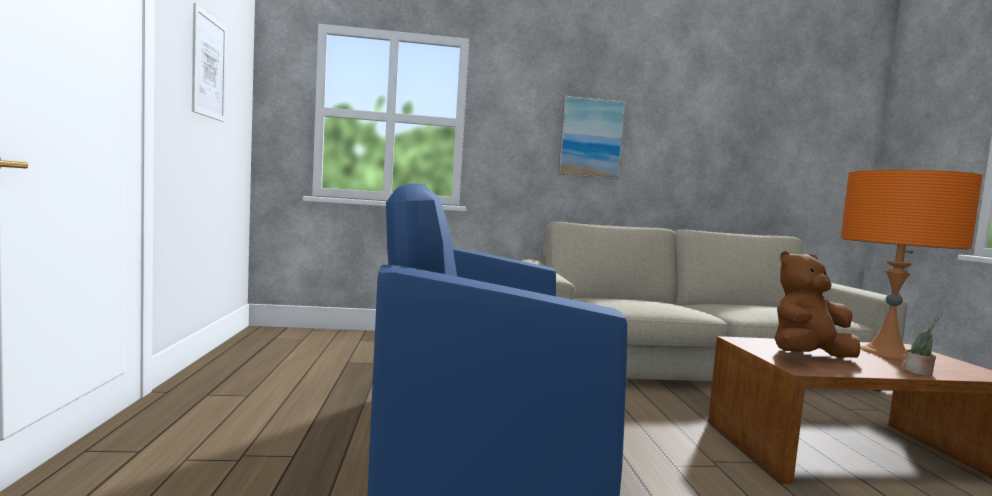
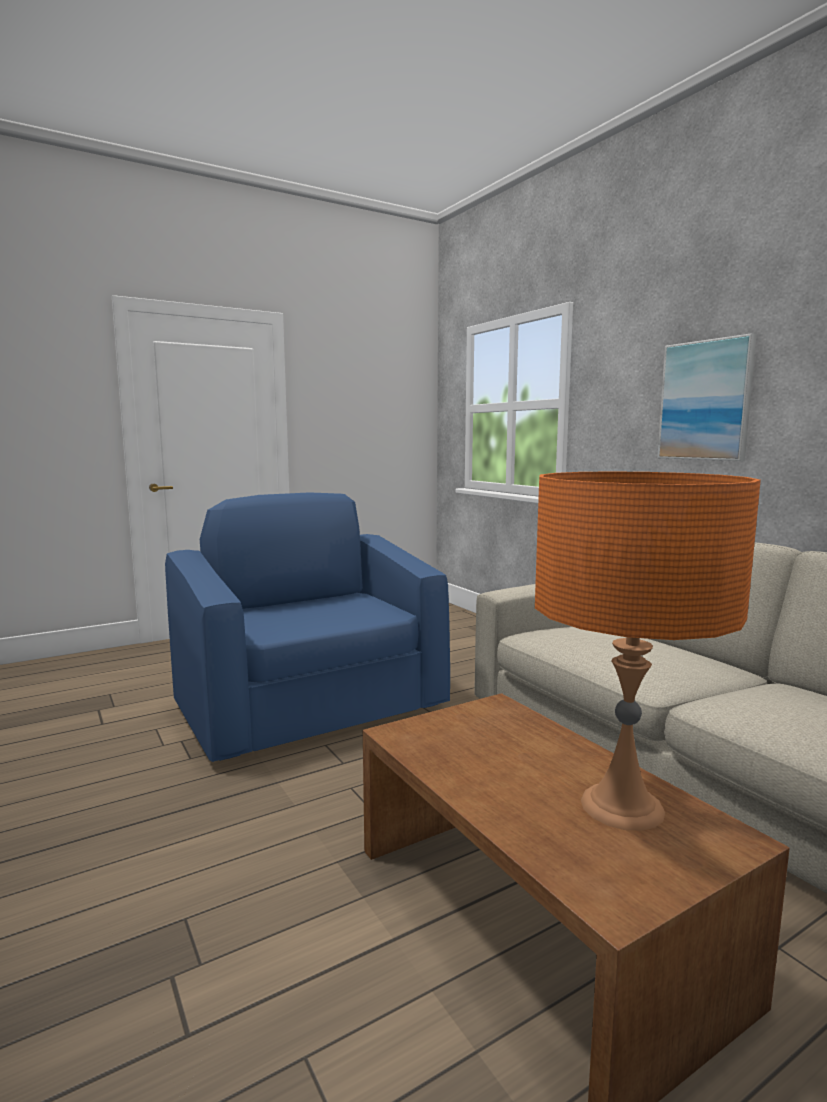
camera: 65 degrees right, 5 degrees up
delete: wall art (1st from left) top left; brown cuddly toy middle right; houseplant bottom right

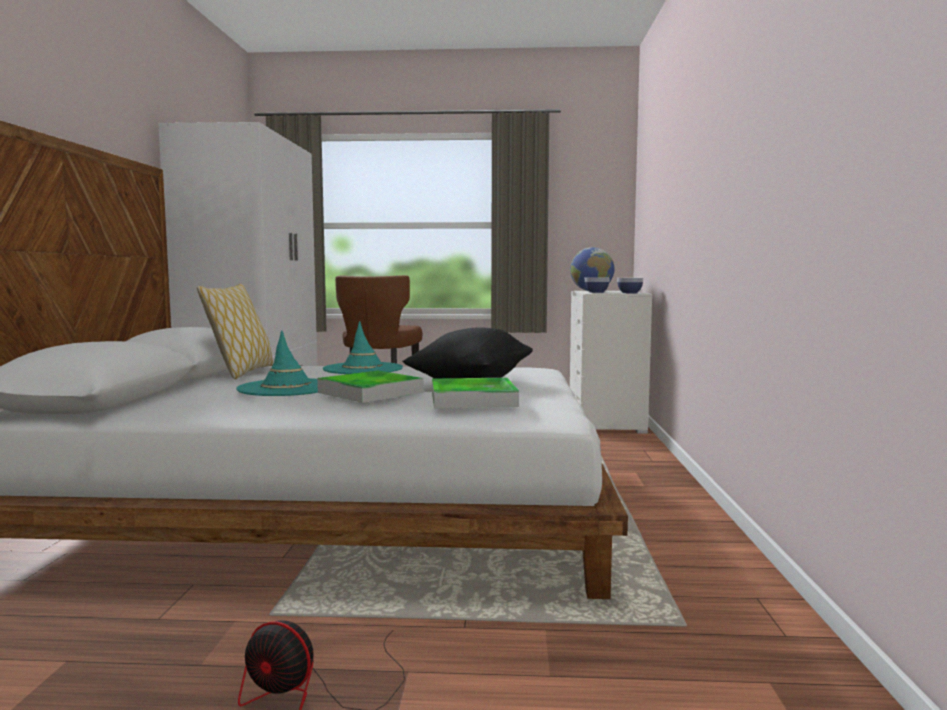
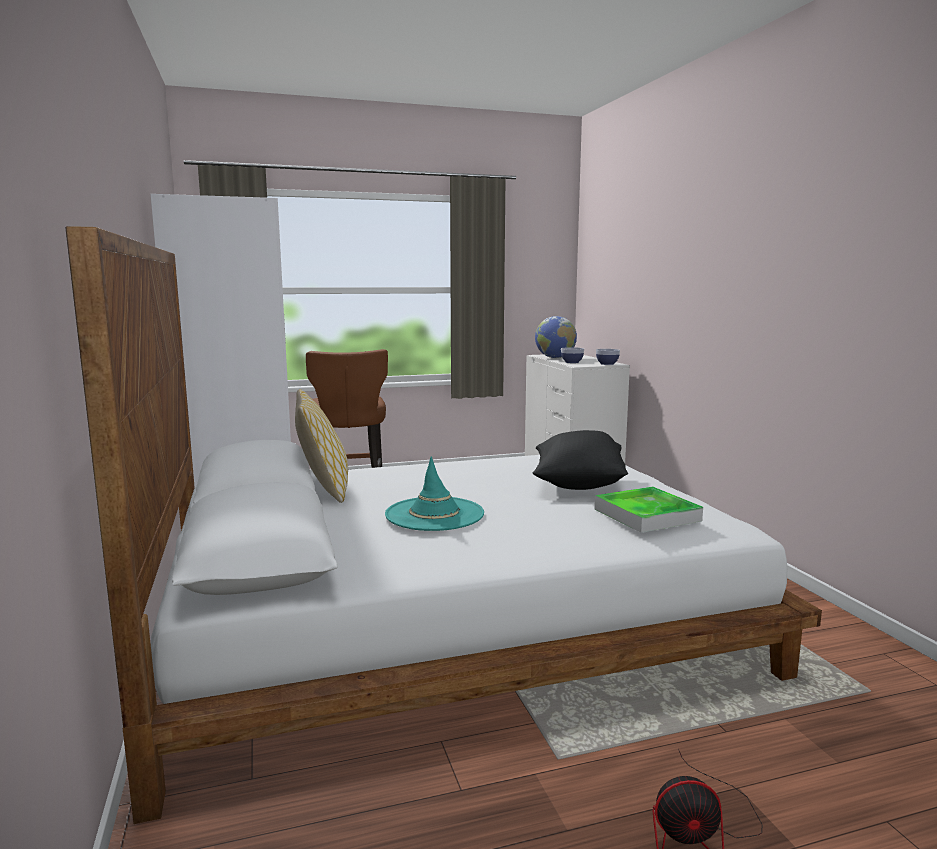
camera: 20 degrees left, 5 degrees up
delete: serving tray (1st from left) centre; turquoise-coloured wearable hat (2nd from left) centre

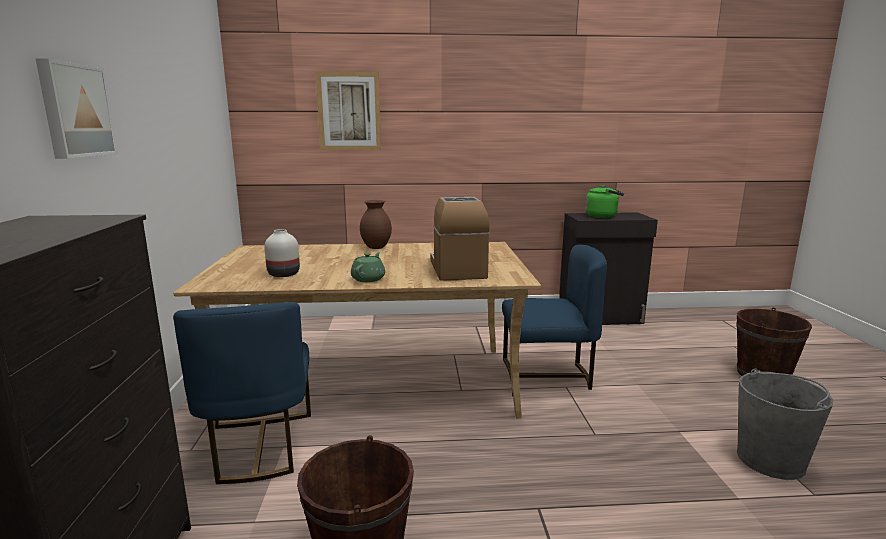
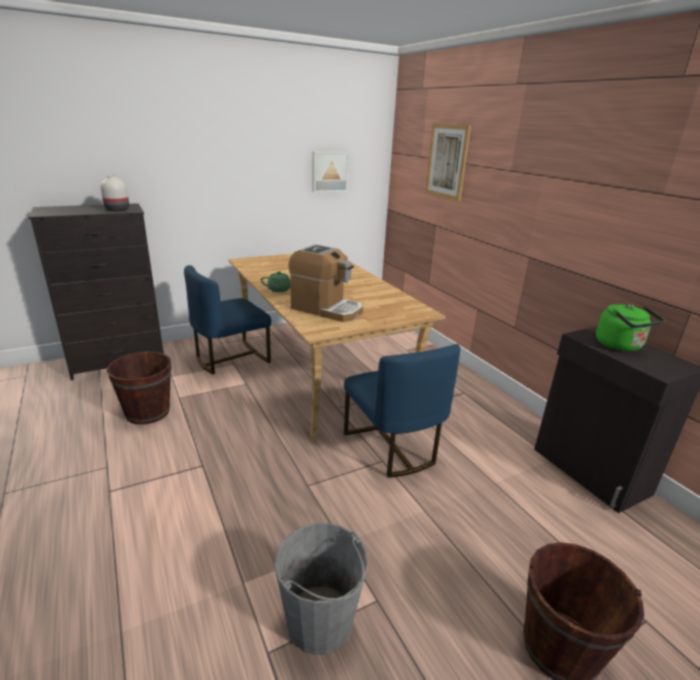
camera: 65 degrees right, 10 degrees up
delete: brown vase centre
move: wall art (1st from left) top left to top centre; whitish vase middle left to top left
rotate: coffee brewer centre = centre 60 degrees clockwise

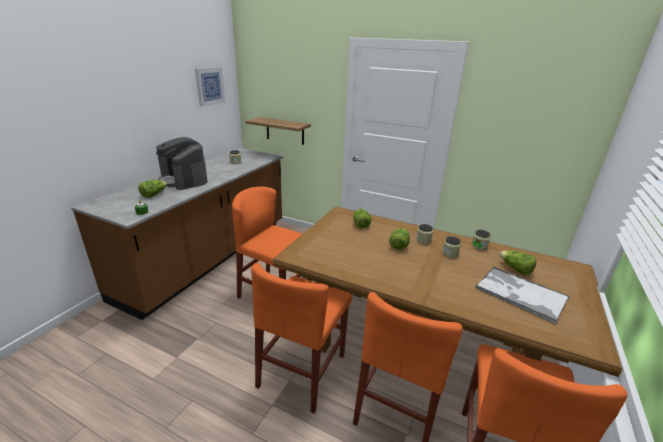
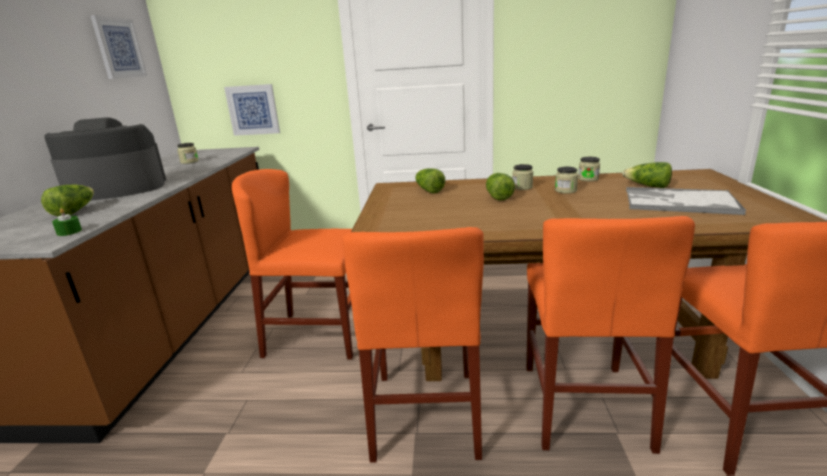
camera: 20 degrees left, 5 degrees down
replace: bracket shelf top centre to wall art (2nd from left) top left
rotate: coffee brewer middle left = middle left 135 degrees clockwise

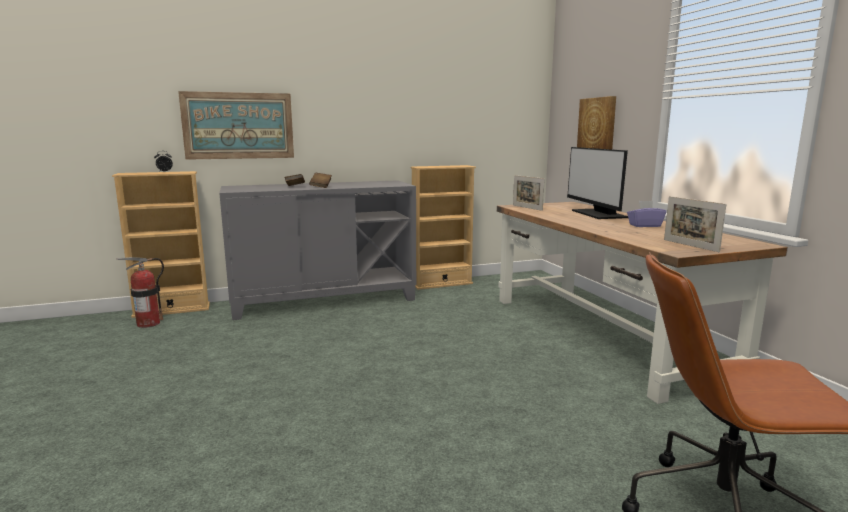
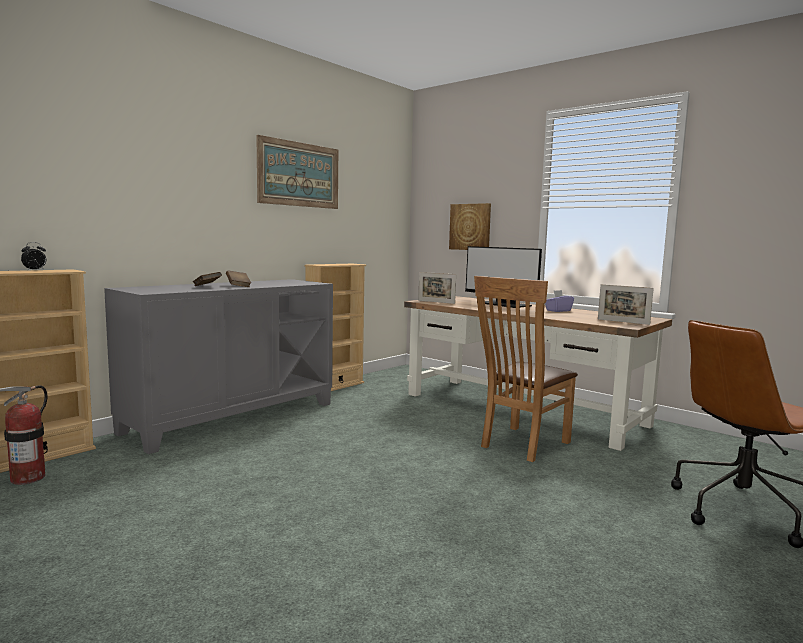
camera: 30 degrees left, 5 degrees down
insert: brown upright chair centre
move: wall art (1st from left) top left to top centre

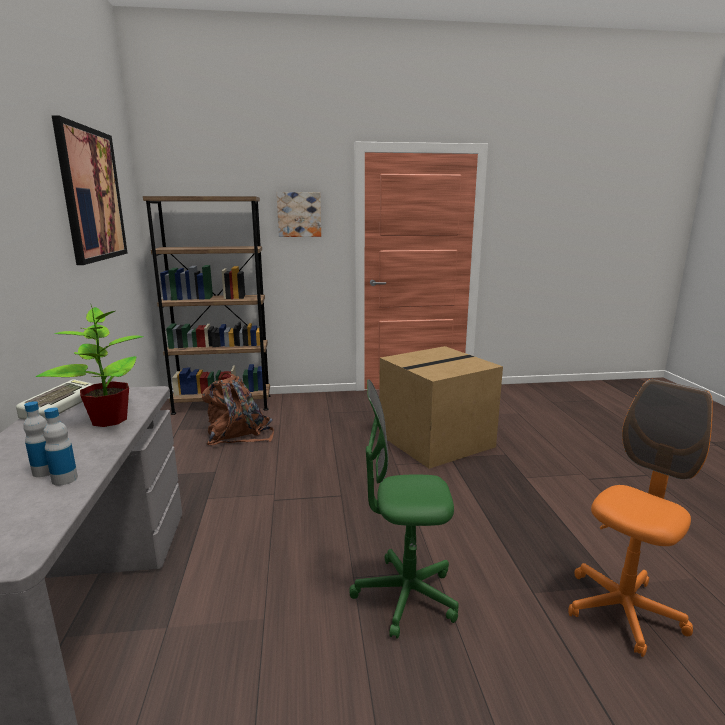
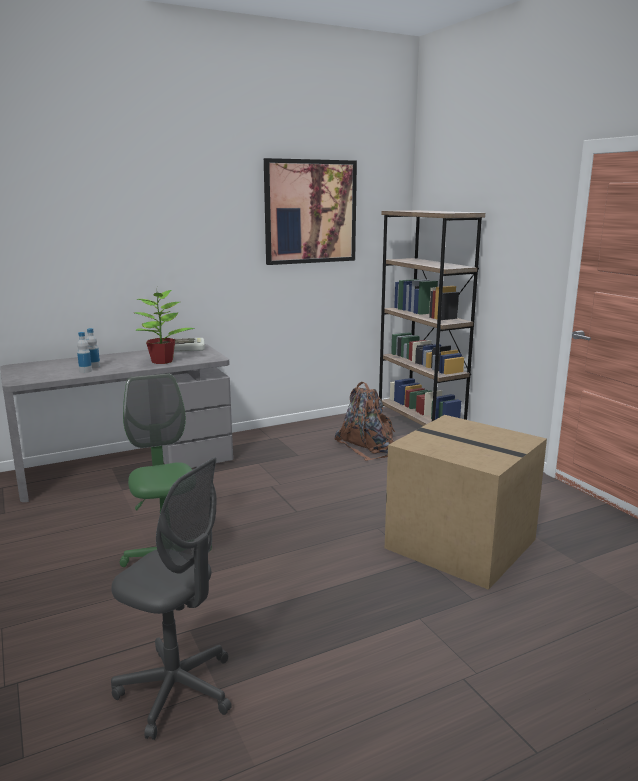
camera: 70 degrees right, 0 degrees up
delete: wall art (2nd from left) top centre
recolor: orangey desk chair bottom right to greyish desk chair bottom left

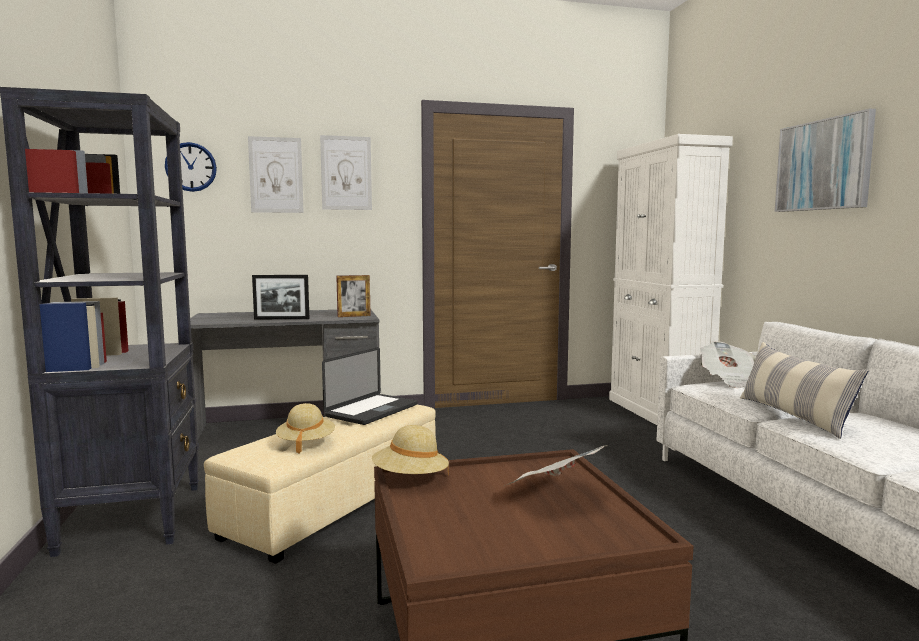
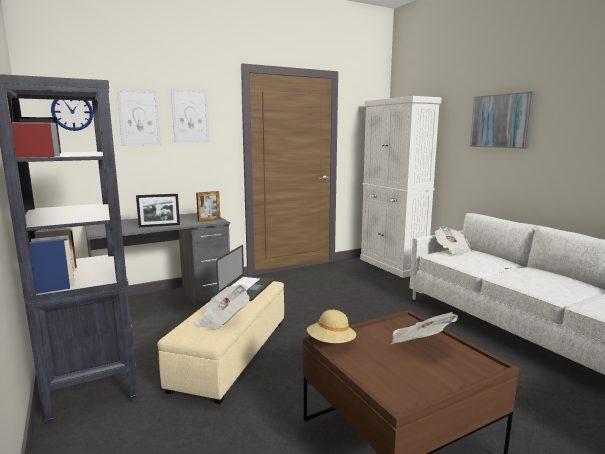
camera: 15 degrees left, 5 degrees up
delete: pillow middle right
replace: beige-coloured wearable hat (1st from left) bottom left to newspaper (1st from left) bottom centre

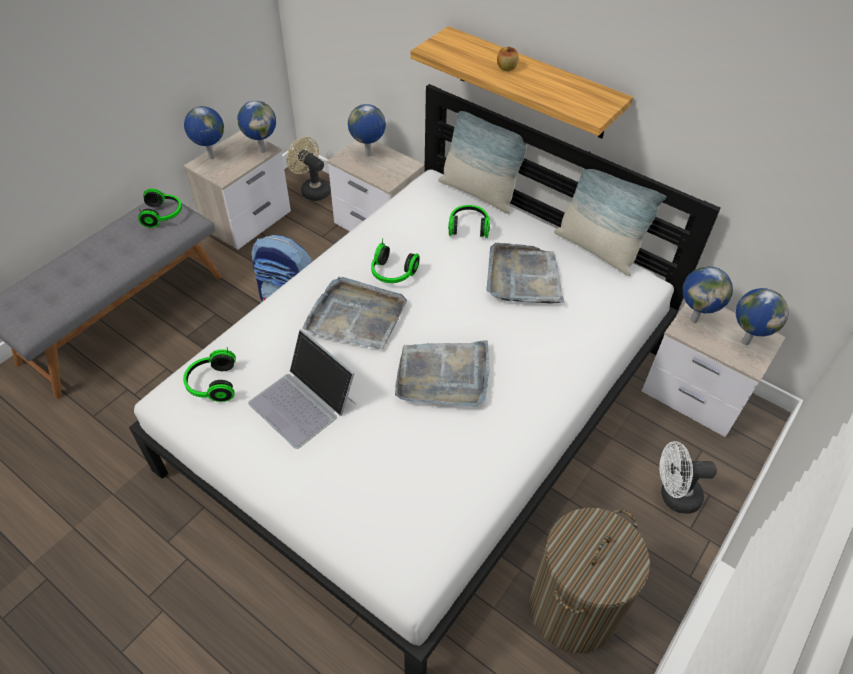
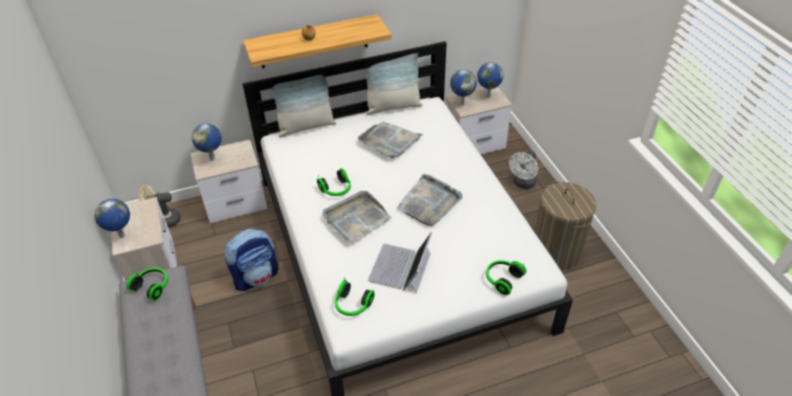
camera: 55 degrees left, 5 degrees down
delete: desk globe (2nd from left) top left
move: headset (4th from left) top centre to bottom centre
rotate: portable computer centre = centre 120 degrees clockwise

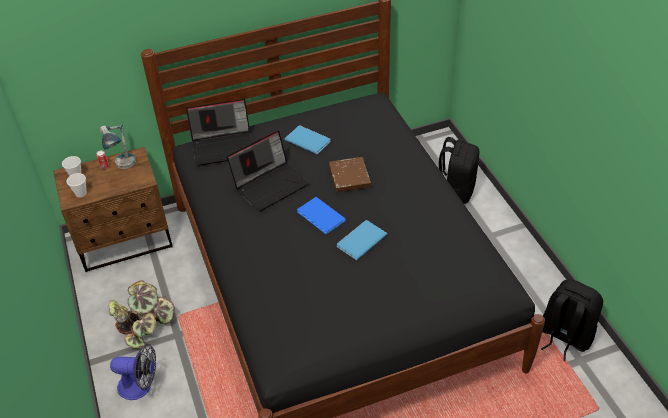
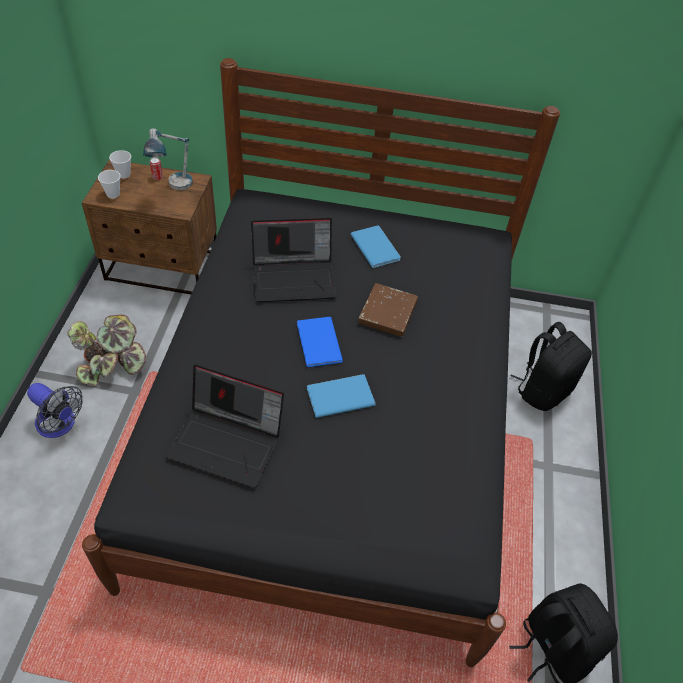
camera: 25 degrees right, 5 degrees up
move: portable computer (1st from left) top left to middle left

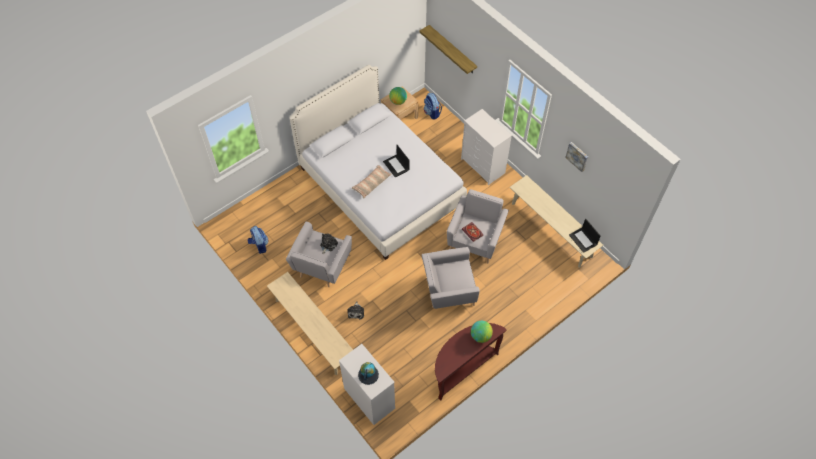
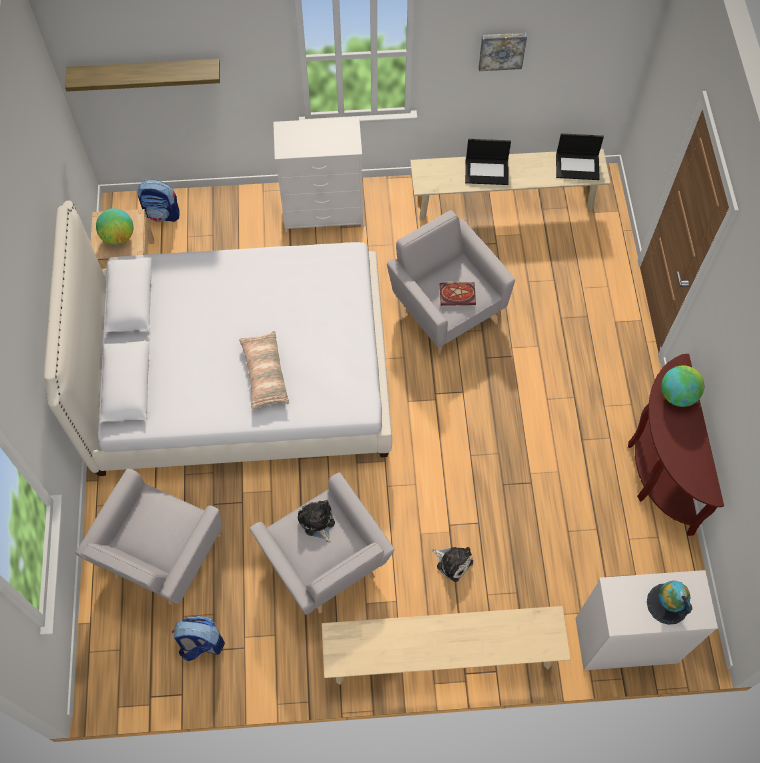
camera: 55 degrees left, 5 degrees up
move: portable computer (1st from left) centre to top centre; greyish armchair (2nd from left in the first image) centre to greyish armchair (1st from left) bottom left

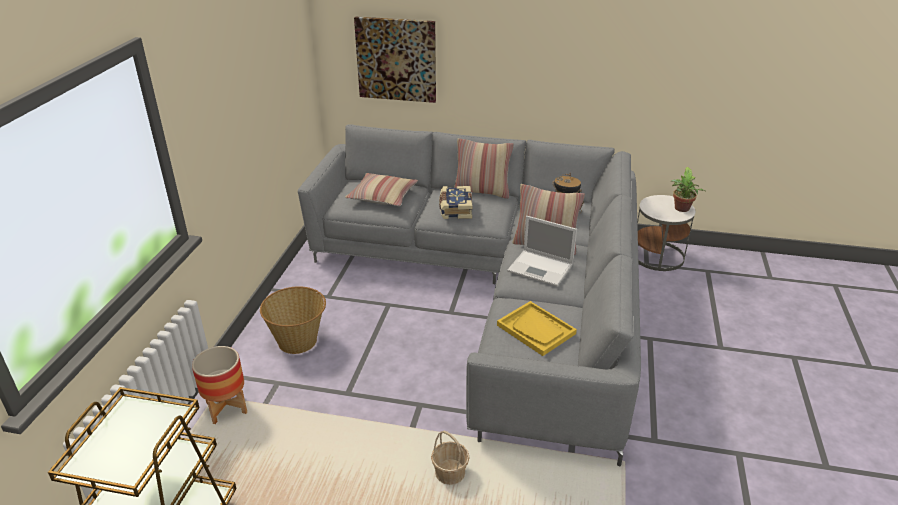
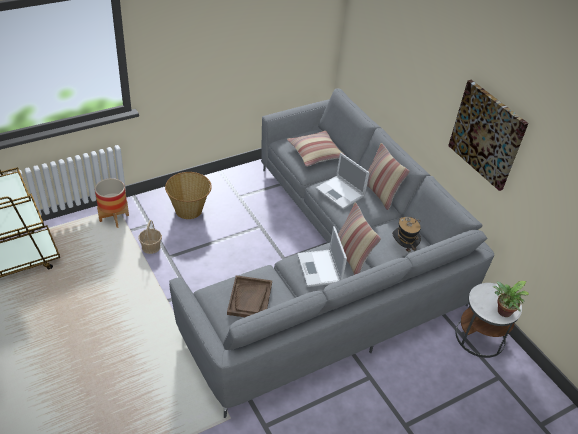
camera: 45 degrees right, 10 degrees up
move: wall art top centre to top right; storage basket (2nd from left in the first image) bottom centre to storage basket (1st from left) middle left
replace: book centre to portable computer (2nd from left) centre
recolor: yellow serving tray centre to brown serving tray bottom centre

